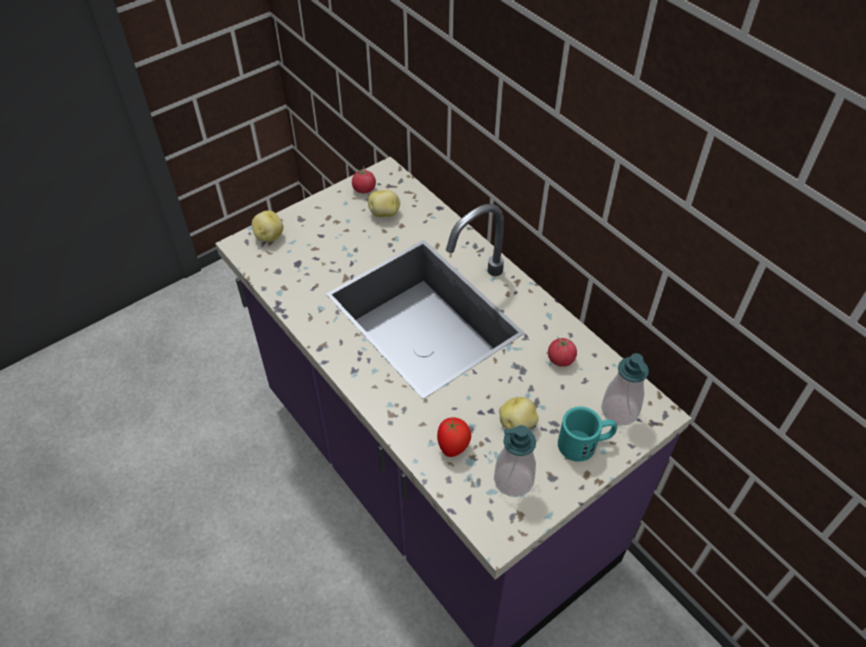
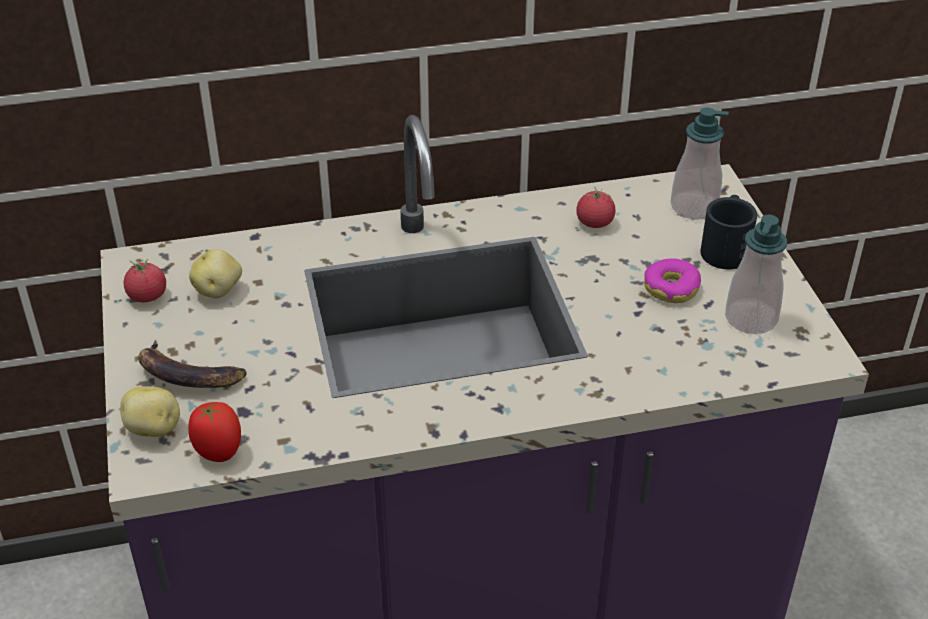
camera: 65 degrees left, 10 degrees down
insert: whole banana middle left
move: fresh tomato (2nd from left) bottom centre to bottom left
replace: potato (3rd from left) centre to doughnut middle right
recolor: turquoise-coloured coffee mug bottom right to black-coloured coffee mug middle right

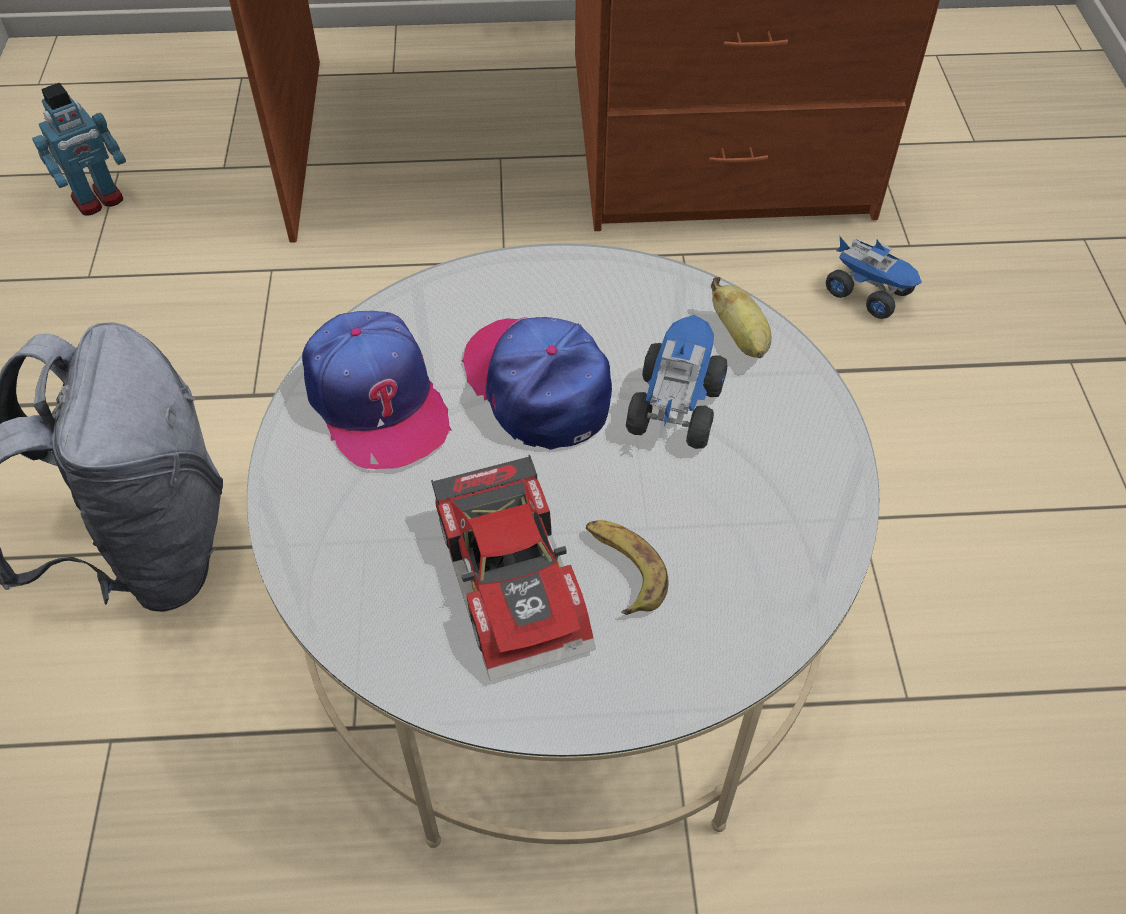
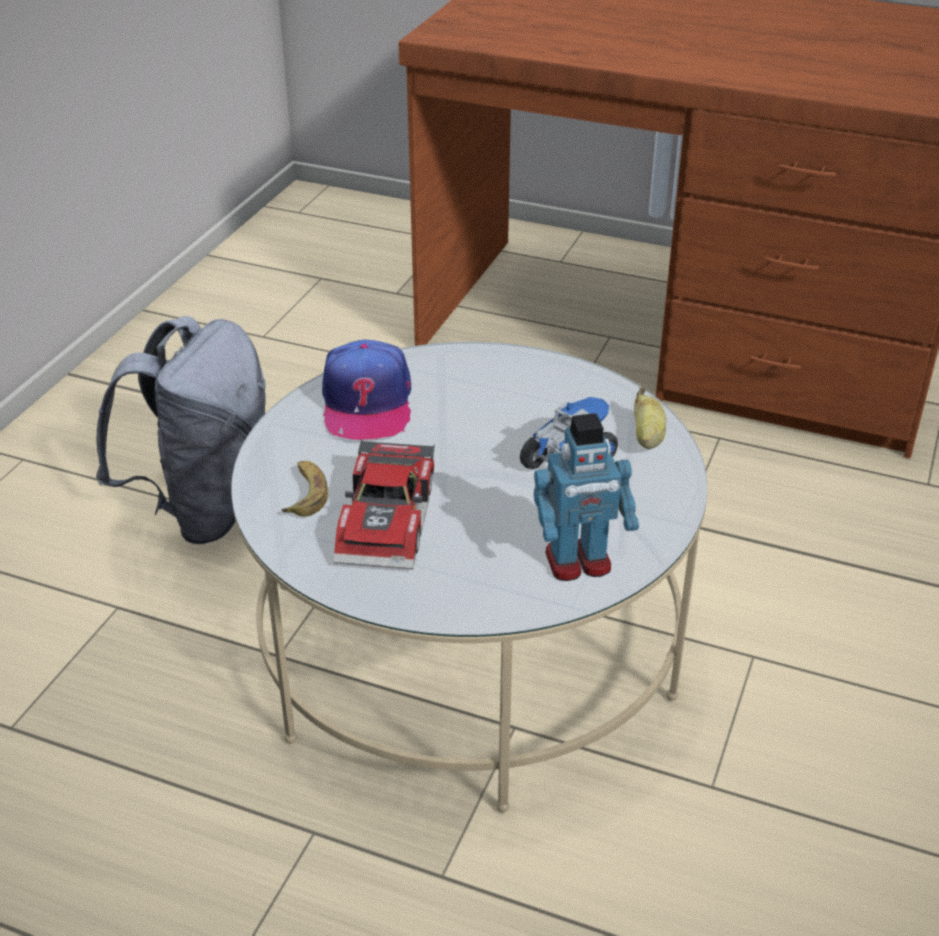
camera: 25 degrees right, 15 degrees down
delete: baseball cap (2nd from left) centre; toy lorry (2nd from left) top right
move: toy robot top left to centre; whole banana (1st from left) centre to middle left

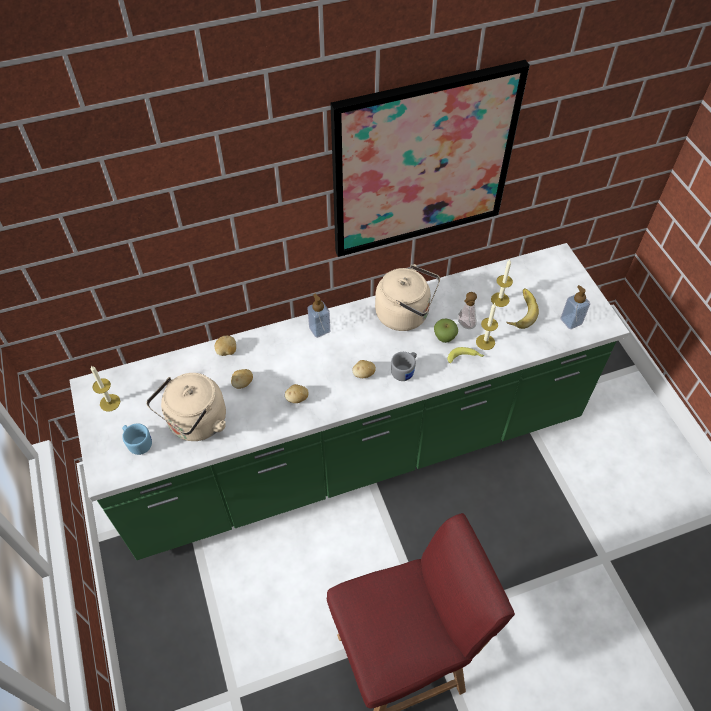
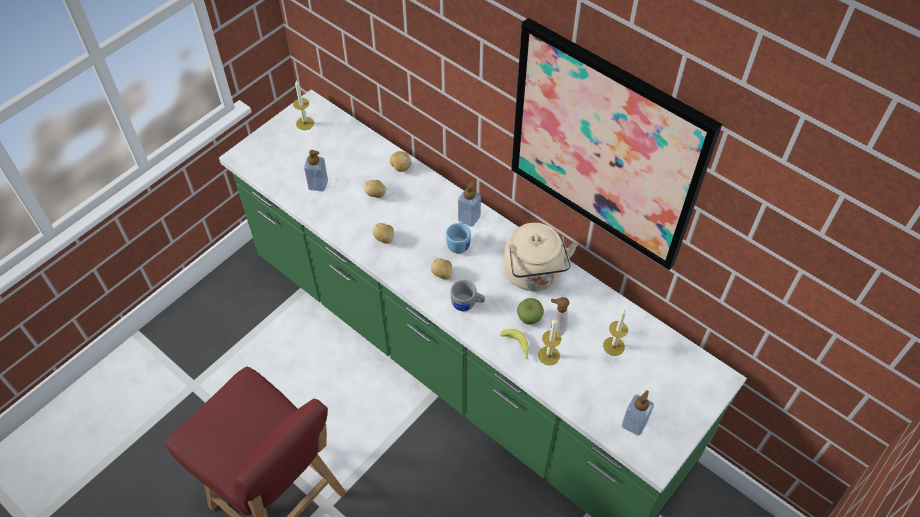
camera: 60 degrees right, 0 degrees up
delete: whole banana (2nd from left) middle right
move: blue-coloured coffee mug middle left to centre
replace: beige-coloured tea kettle (1st from left) middle left to liquid soap bottle (1st from left) top centre

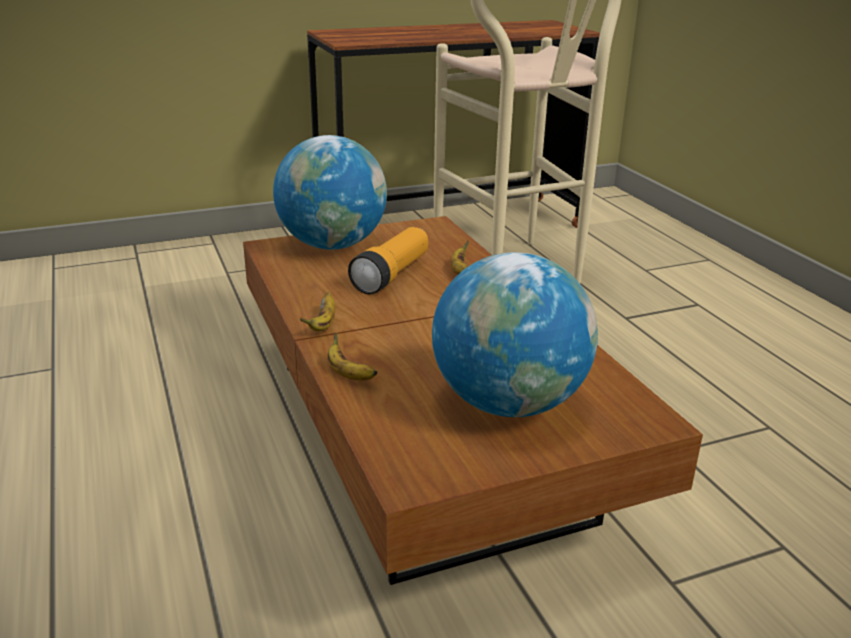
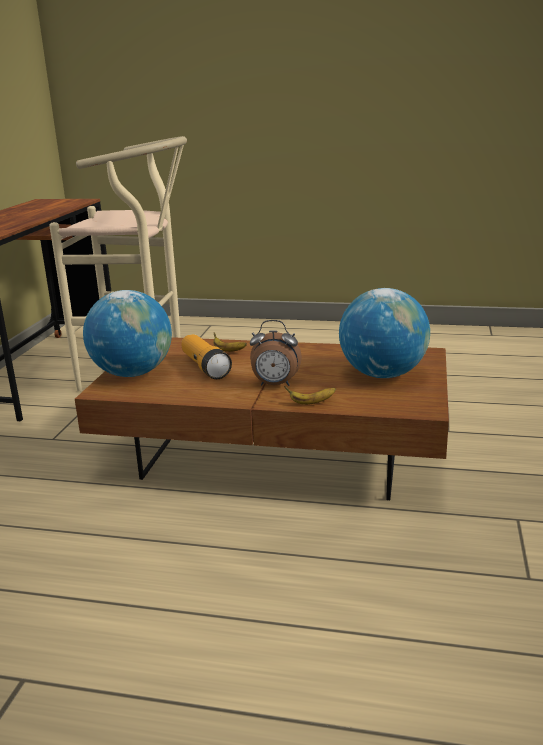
camera: 55 degrees left, 5 degrees down
delete: whole banana (1st from left) centre
insert: bedside clock centre

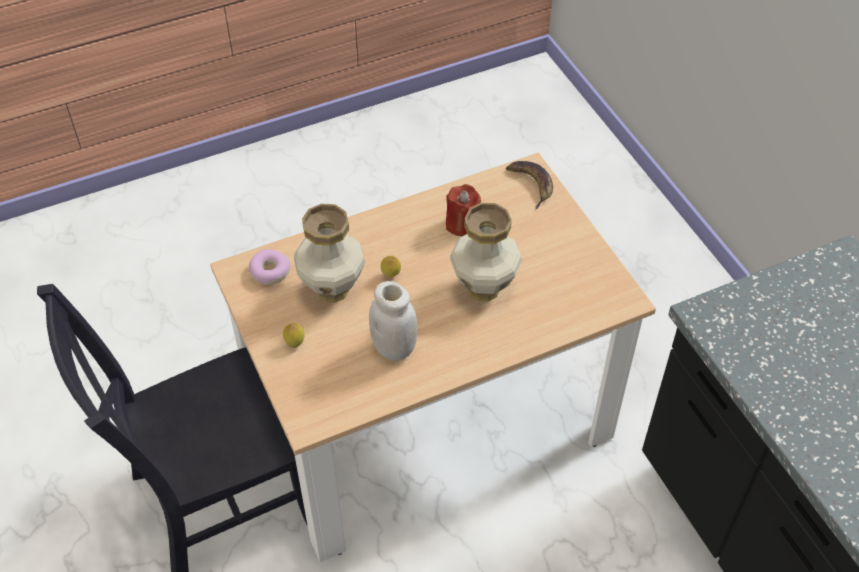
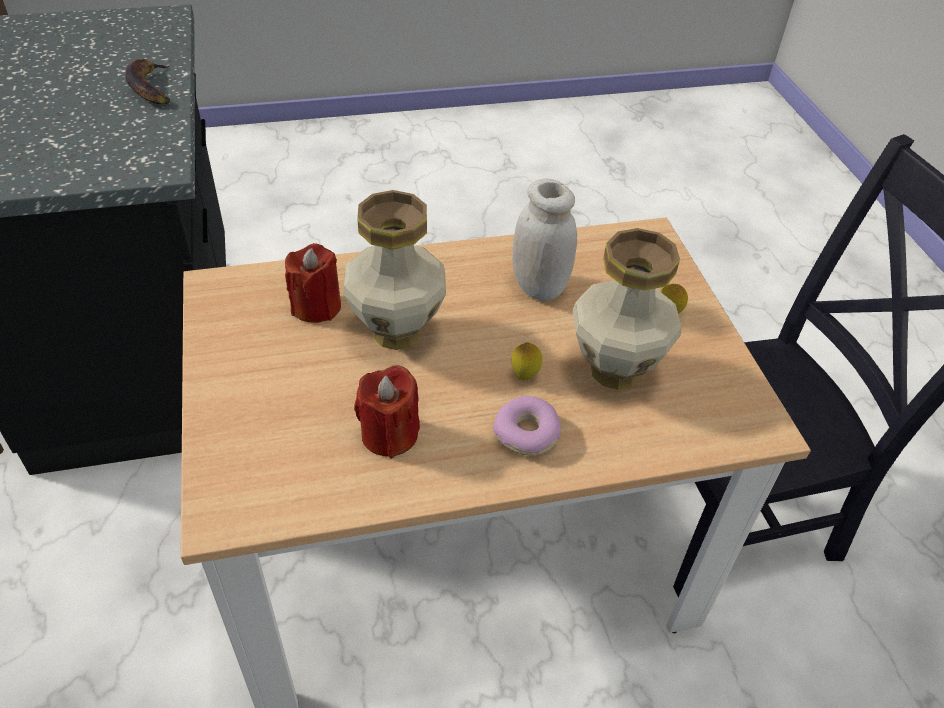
camera: 170 degrees left, 5 degrees down
insert: red-coloured wax light (1st from left) middle left
move: doughnut middle left to centre; whole banana top centre to top left

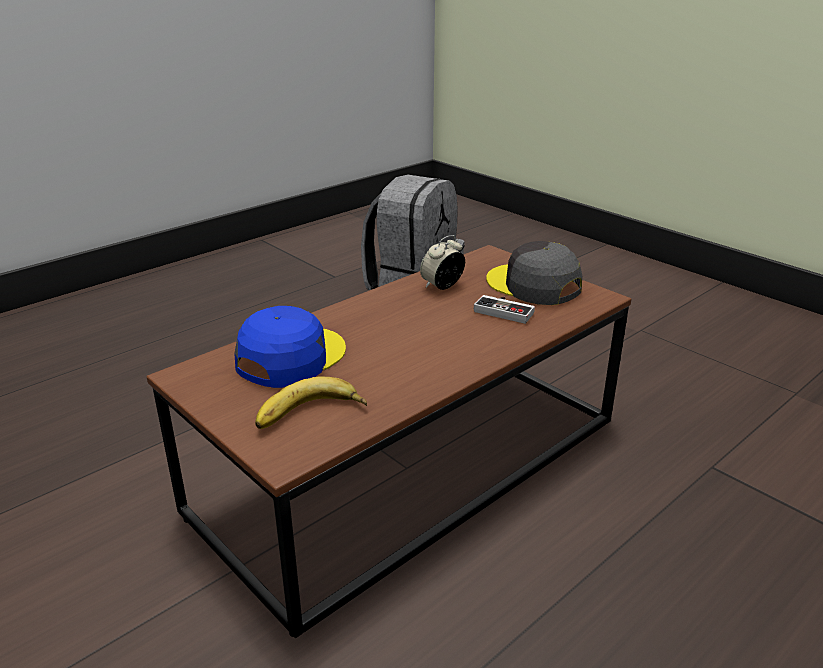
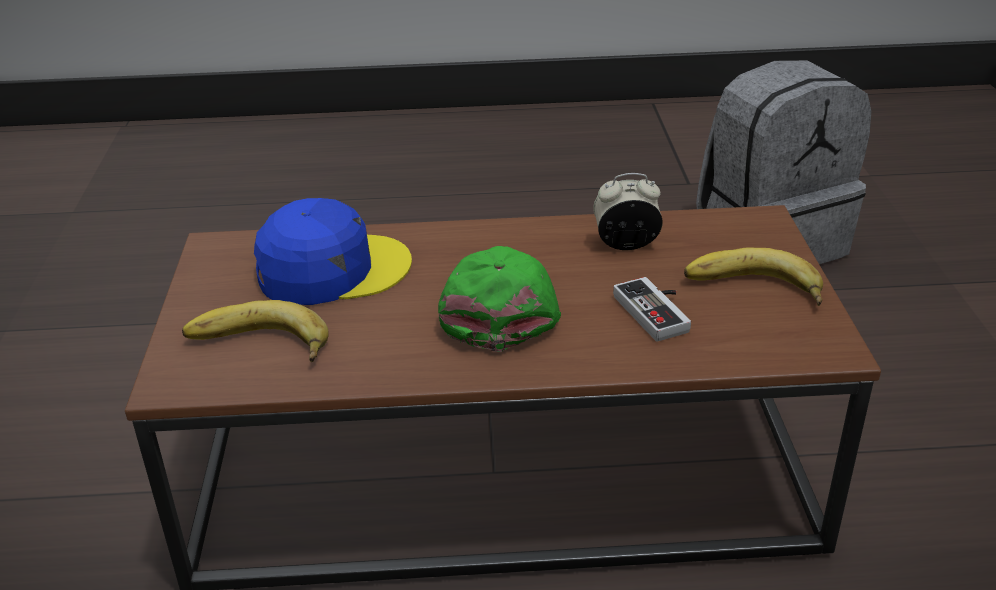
camera: 40 degrees right, 5 degrees up
insert: green baseball cap centre
replace: greyish baseball cap centre to whole banana (2nd from left) middle right

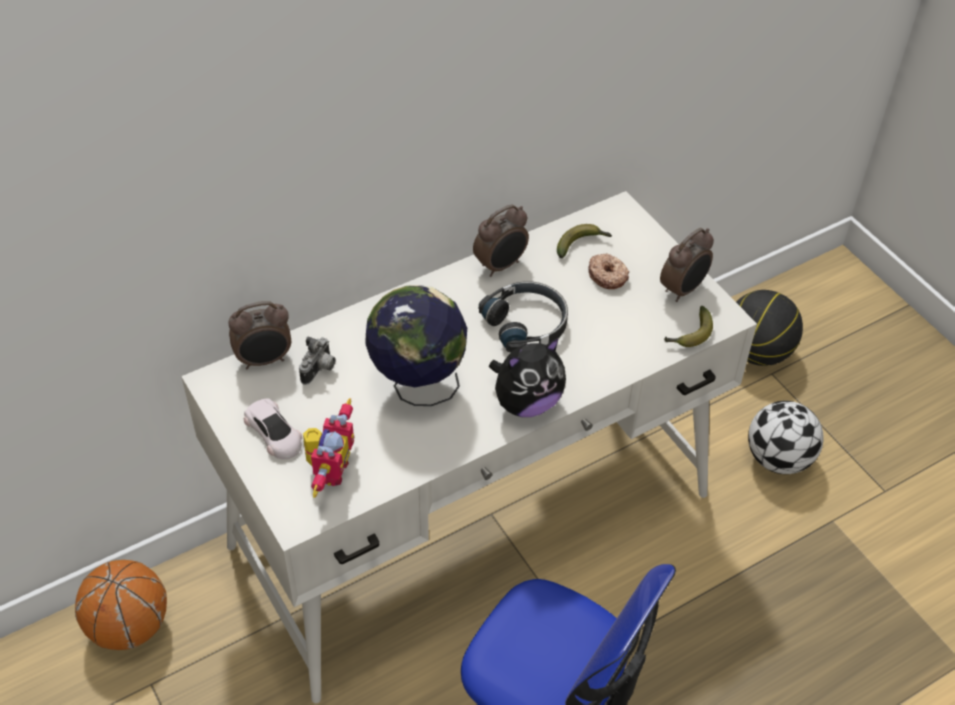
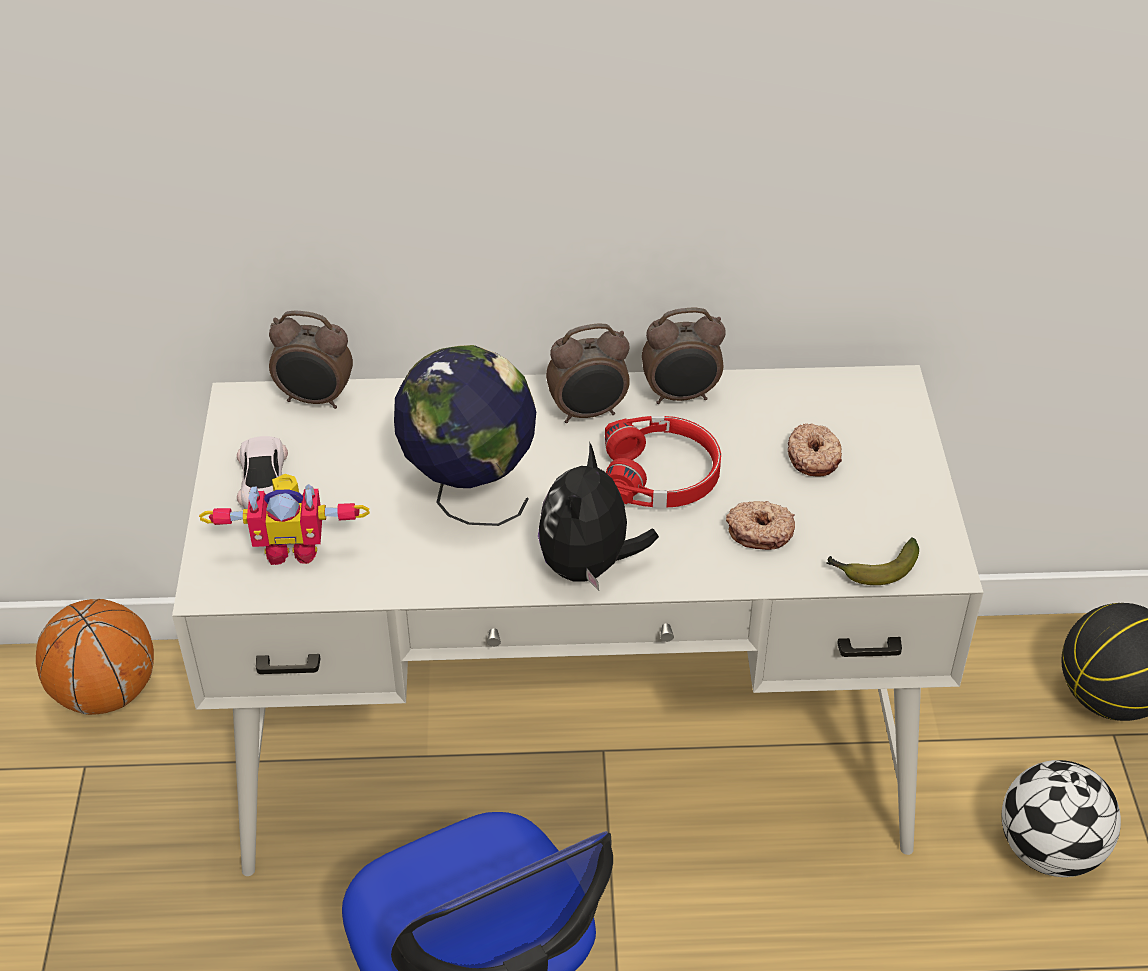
camera: 30 degrees right, 5 degrees down
delete: photo camera middle left; whole banana (1st from left) centre
insert: doughnut (1st from left) centre
move: bedside clock (3rd from left in the first image) middle right to bedside clock (2nd from left) centre
recolor: black-coloured headset centre to red-coloured headset centre
rotate: toy robot centre = middle left 45 degrees clockwise; cuddly toy centre = centre 105 degrees clockwise

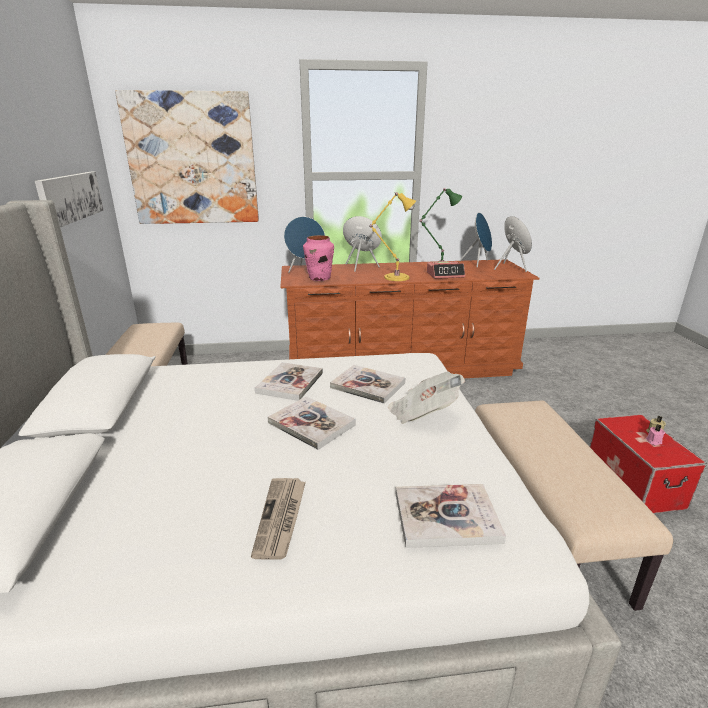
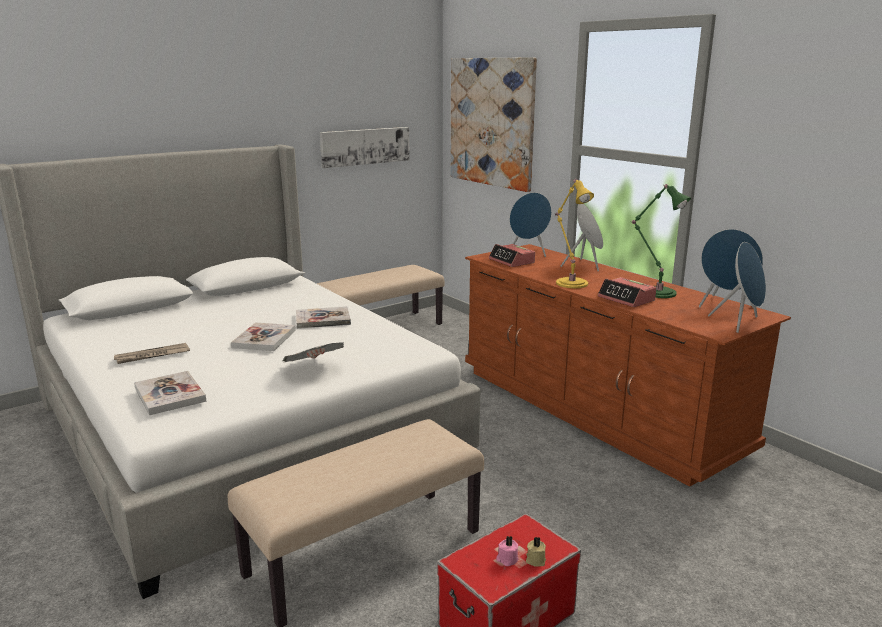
camera: 60 degrees right, 5 degrees down
delete: book (3rd from left) centre
replace: pinkish vase centre to bedside clock (1st from left) centre

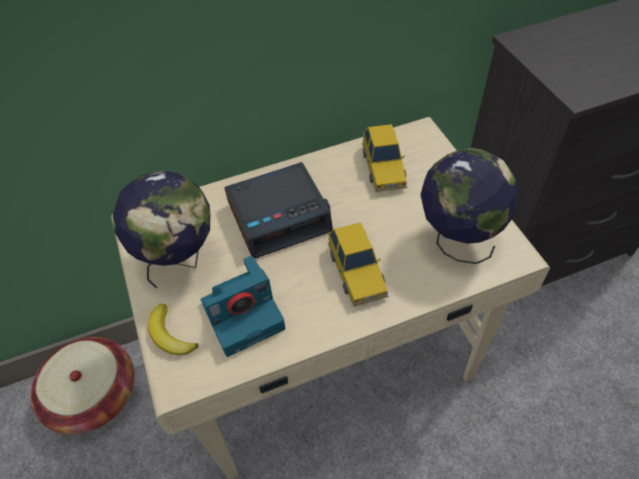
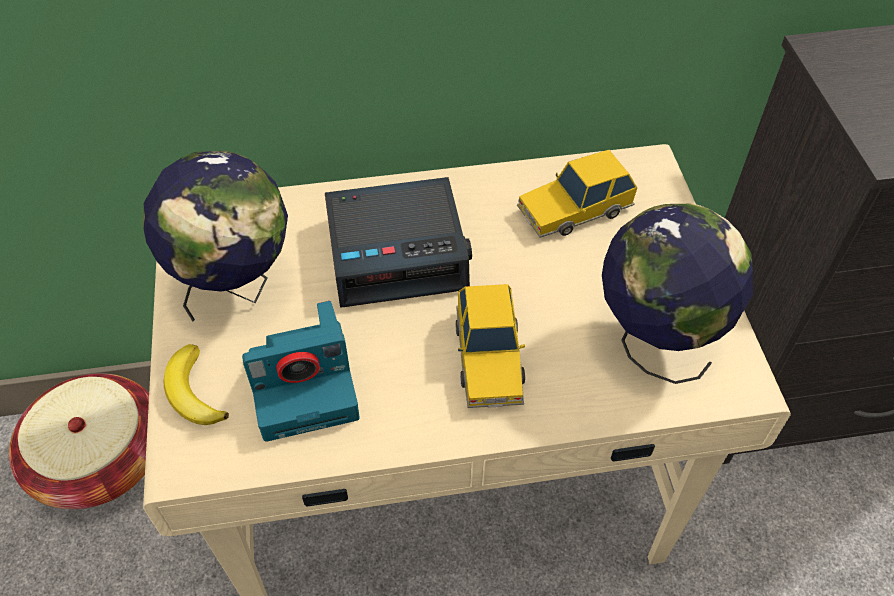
camera: 10 degrees right, 0 degrees up
rotate: model car (2nd from left) top centre = top centre 60 degrees clockwise

